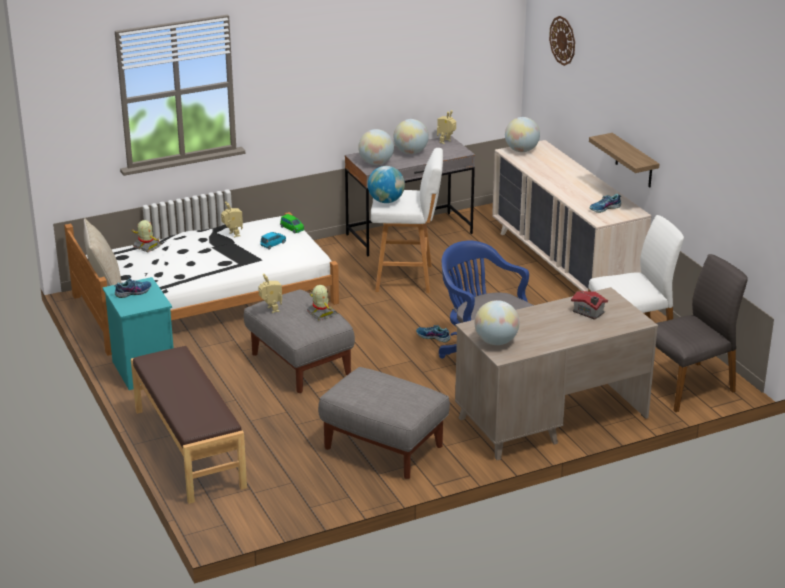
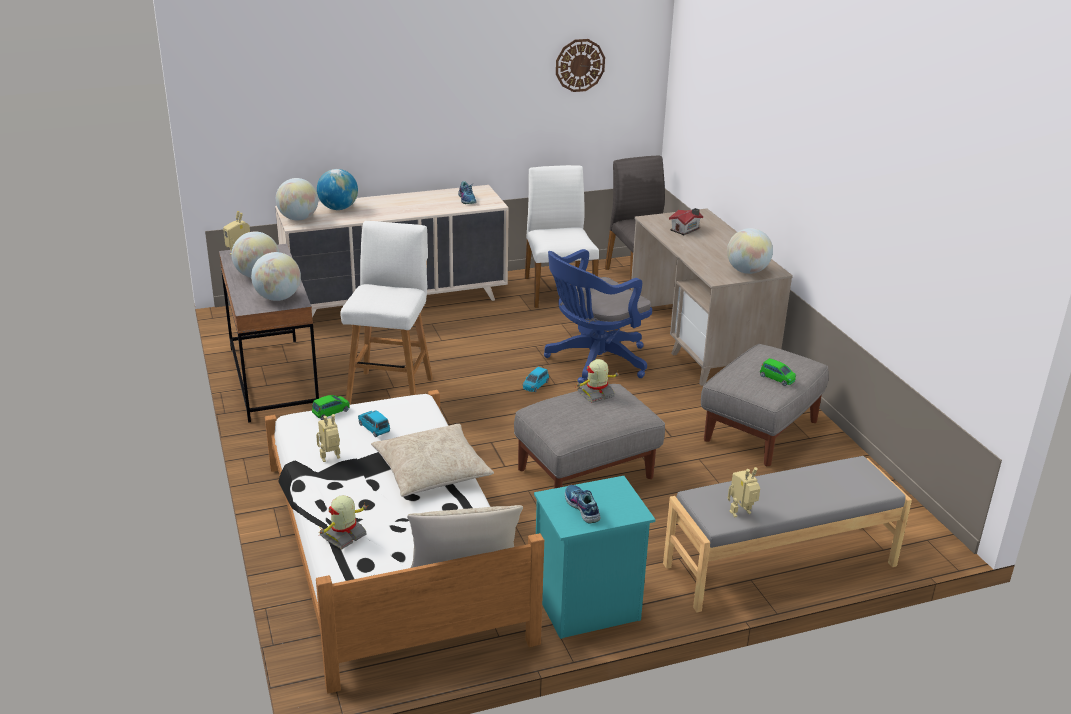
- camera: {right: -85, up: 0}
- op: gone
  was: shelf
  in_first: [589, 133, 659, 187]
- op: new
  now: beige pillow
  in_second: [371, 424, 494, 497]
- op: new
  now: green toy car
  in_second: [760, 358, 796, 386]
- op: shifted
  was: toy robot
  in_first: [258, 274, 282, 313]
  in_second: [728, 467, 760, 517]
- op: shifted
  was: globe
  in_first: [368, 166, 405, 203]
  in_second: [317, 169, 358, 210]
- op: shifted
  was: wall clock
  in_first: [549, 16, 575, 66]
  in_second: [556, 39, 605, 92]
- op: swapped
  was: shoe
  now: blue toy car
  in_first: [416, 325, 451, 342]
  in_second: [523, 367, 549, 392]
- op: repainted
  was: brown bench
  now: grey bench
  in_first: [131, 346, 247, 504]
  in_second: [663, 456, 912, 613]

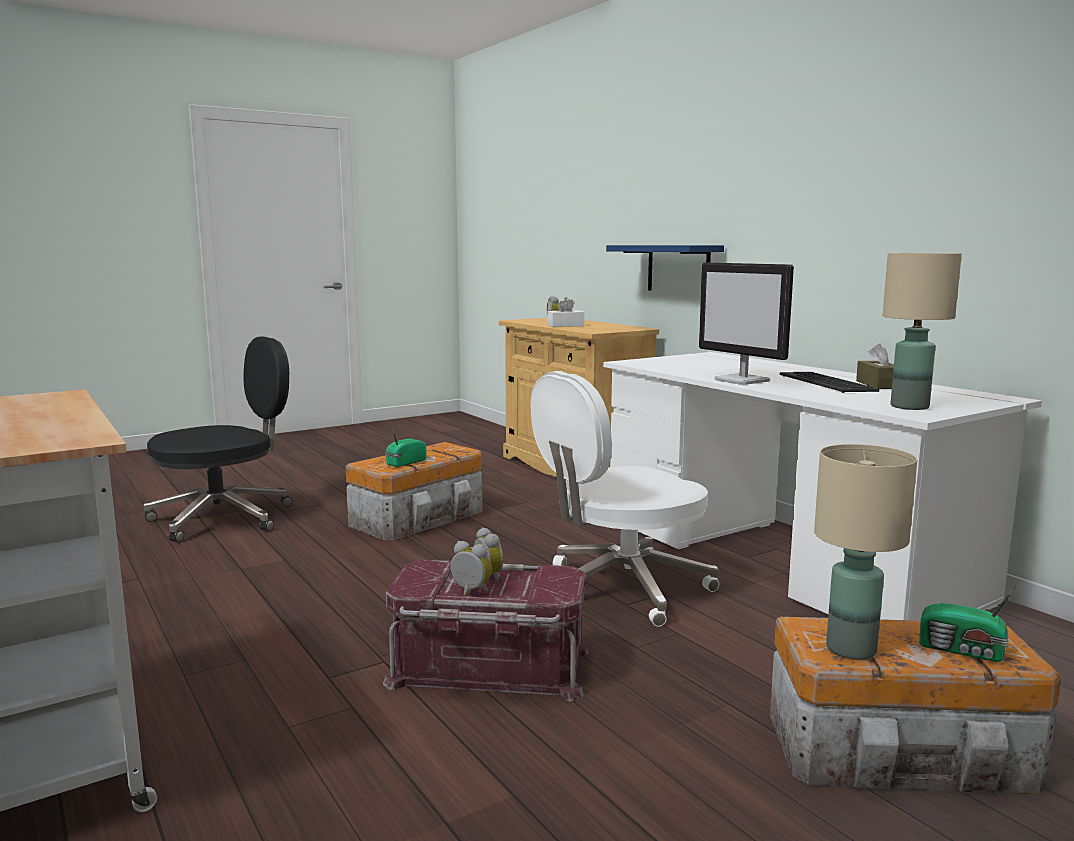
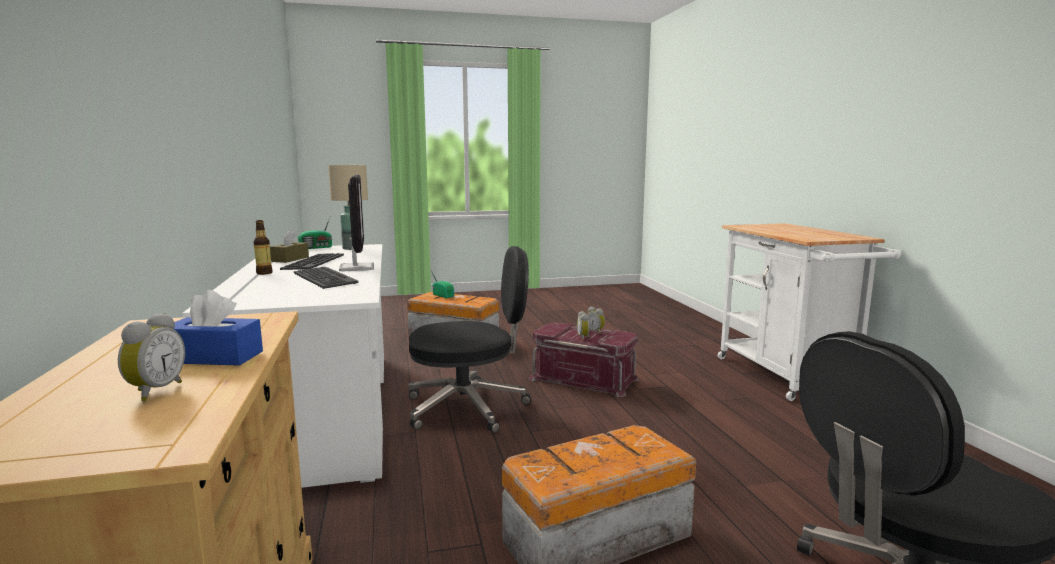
- camera: {right: -160, up: 0}
- op: gone
  was: blue shelf
  in_first: [606, 245, 724, 291]
- op: gone
  was: beige table lamp
  in_first: [814, 444, 917, 660]
- op: new
  now: bottle
  in_second: [253, 220, 272, 275]
- op: new
  now: keyboard
  in_second: [294, 267, 359, 289]
- op: shifted
  was: radio
  in_first: [385, 428, 426, 467]
  in_second: [298, 218, 332, 249]
- op: repainted
  was: white office chair
  now: black office chair
  in_first: [530, 371, 719, 627]
  in_second: [409, 246, 531, 433]
- op: repainted
  was: white tissue box
  now: blue tissue box
  in_first: [548, 297, 584, 327]
  in_second: [174, 290, 263, 366]

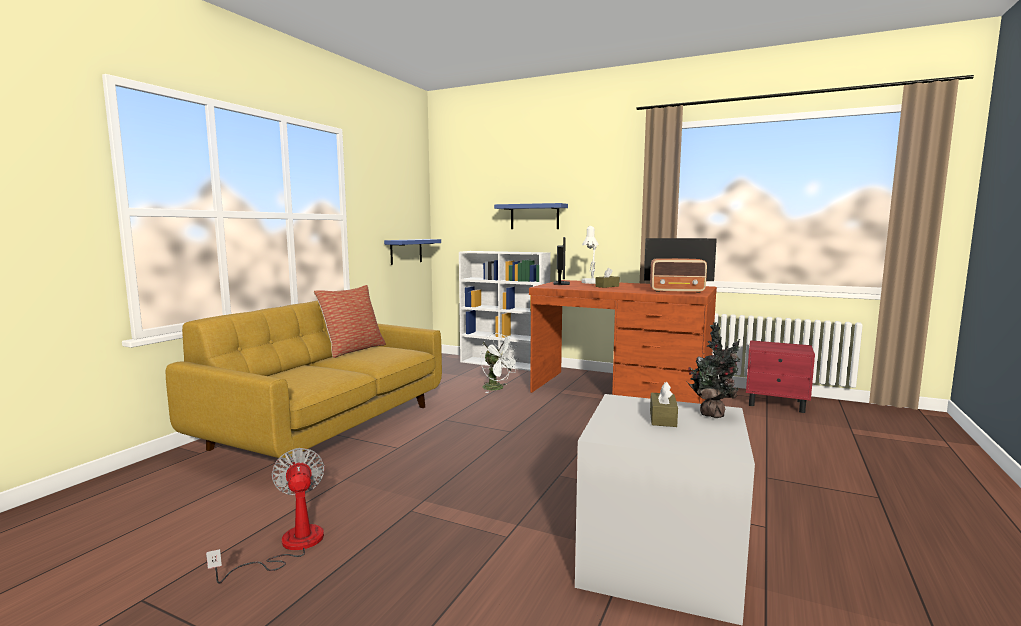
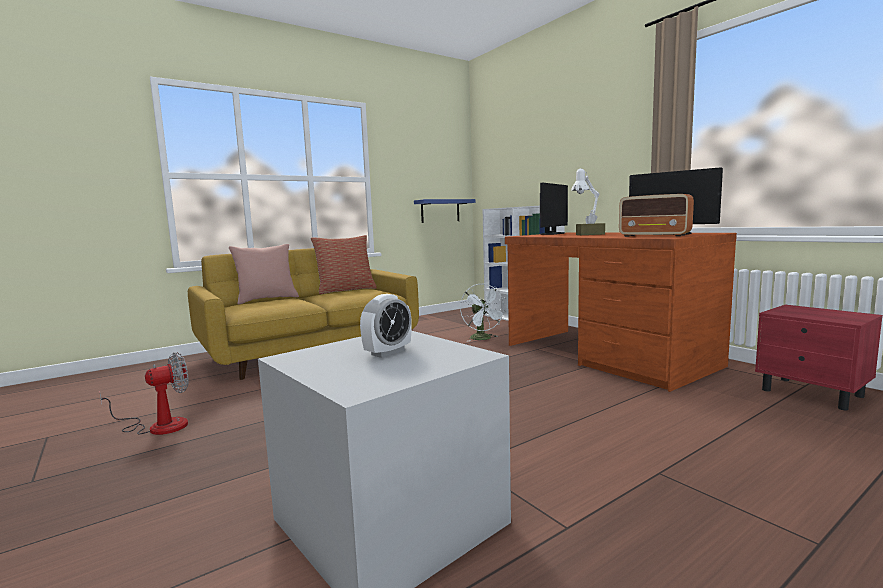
- camera: {right: 30, up: 0}
- op: gone
  was: blue shelf
  in_first: [494, 203, 568, 229]
- op: gone
  was: potted plant
  in_first: [686, 322, 740, 418]
- op: new
  now: pink pillow
  in_second: [229, 244, 299, 305]
- op: swapped
  was: brown tissue box
  now: alarm clock
  in_first: [650, 382, 678, 427]
  in_second: [360, 294, 412, 358]
- op: rotated
  was: fan
  in_first: [206, 448, 325, 584]
  in_second: [99, 352, 189, 435]
  clockwise: 45

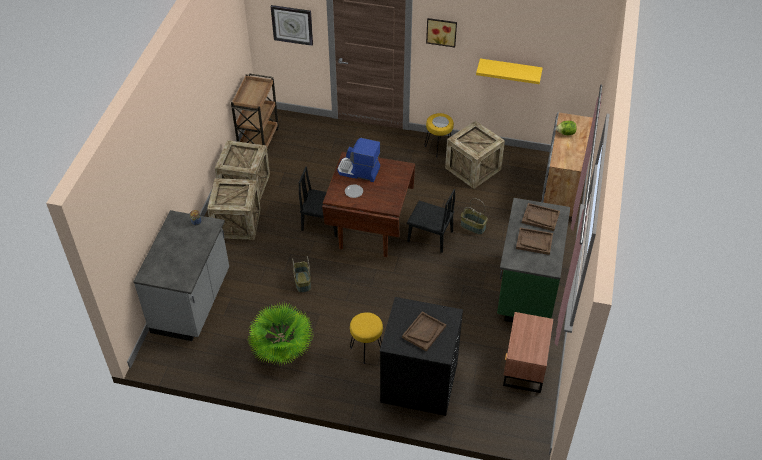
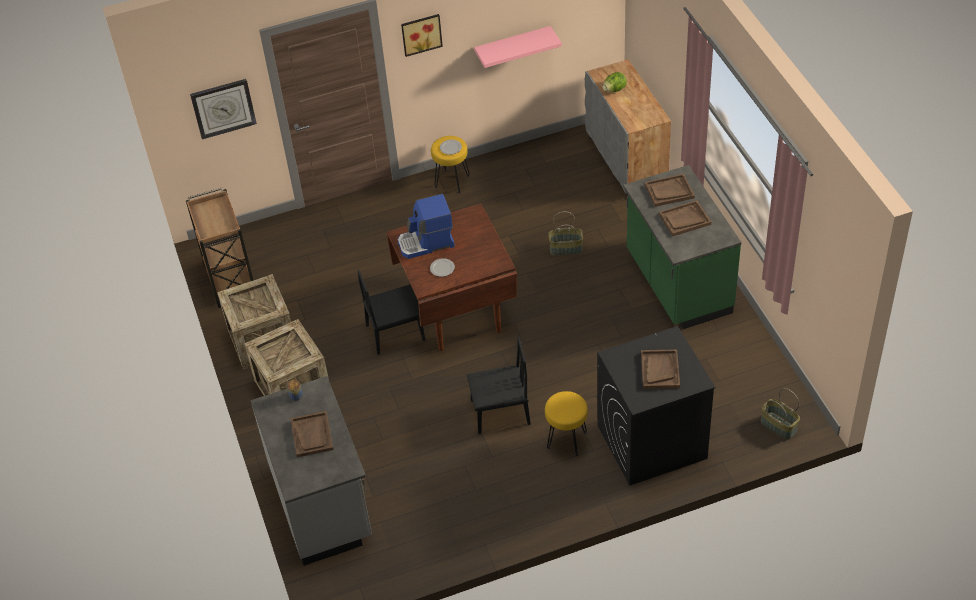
- camera: {right: -30, up: 0}
- op: gone
  was: potted plant
  in_first: [247, 302, 312, 365]
- op: gone
  was: crate
  in_first: [445, 121, 505, 189]
- op: gone
  was: brown nightstand
  in_first: [503, 312, 553, 393]
- op: new
  now: brown tray
  in_second: [290, 411, 334, 457]
- op: shifted
  was: basket
  in_first: [292, 256, 311, 293]
  in_second: [761, 388, 800, 440]
- op: shifted
  was: black chair
  in_first: [407, 189, 455, 253]
  in_second: [467, 337, 531, 434]
- op: repainted
  was: yellow shelf
  now: pink shelf
  in_first: [476, 58, 543, 84]
  in_second: [474, 26, 562, 68]

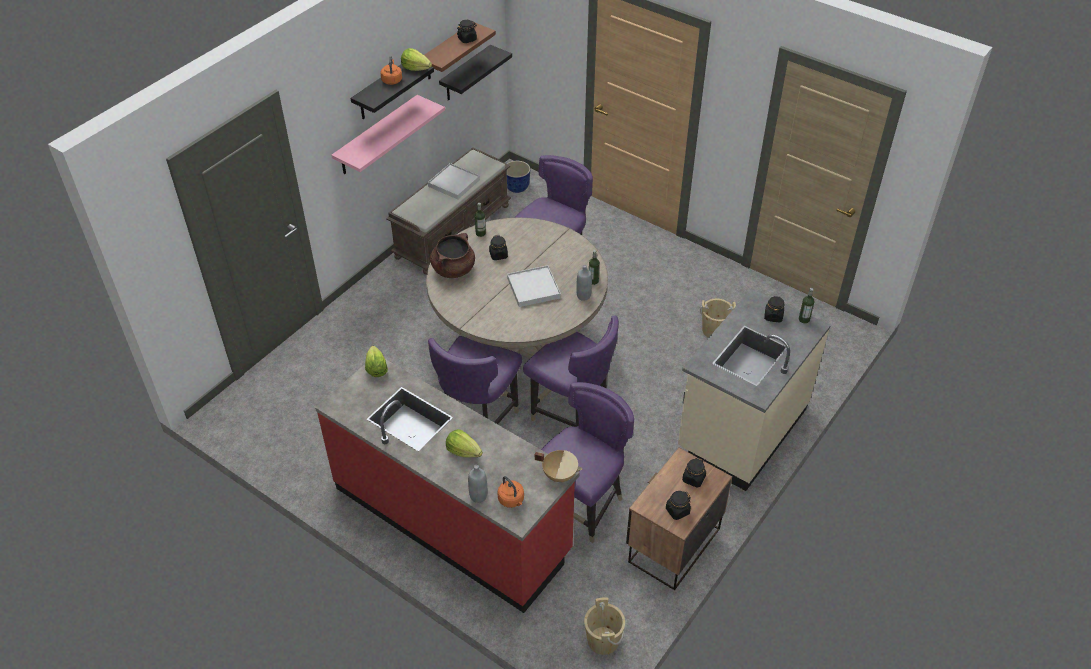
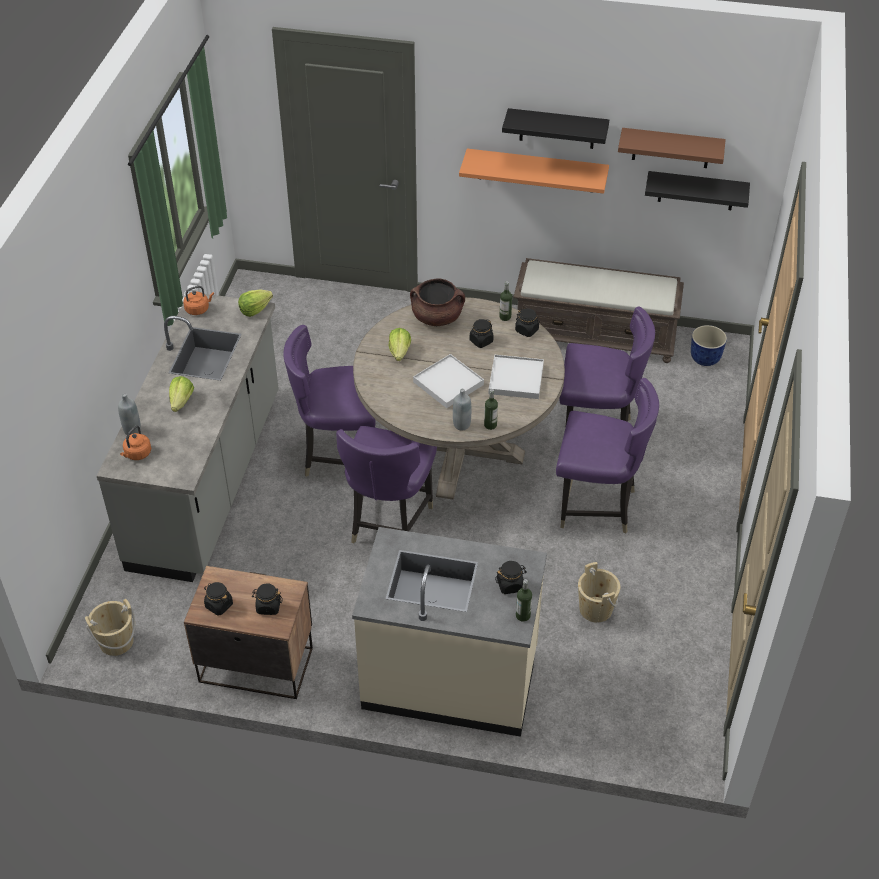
- camera: {right: 65, up: 0}
- op: gone
  was: beige cooking pot
  in_first: [535, 450, 582, 482]
- op: shifted
  was: orange kettle
  in_first: [380, 56, 402, 85]
  in_second: [183, 286, 214, 315]
- op: shifted
  was: lettuce
  in_first: [401, 48, 432, 71]
  in_second: [389, 328, 411, 361]
- op: shifted
  was: white tray
  in_first: [428, 163, 480, 199]
  in_second: [489, 355, 544, 399]
- op: shifted
  was: black jar
  in_first: [457, 20, 477, 43]
  in_second: [515, 308, 540, 337]
- op: shifted
  was: purple chair
  in_first: [541, 382, 634, 543]
  in_second: [556, 378, 659, 533]
- op: repainted
  was: red counter
  now: grey counter
  in_first: [315, 359, 580, 613]
  in_second: [97, 292, 279, 582]
- op: repainted
  was: pink shelf
  now: orange shelf
  in_first: [331, 95, 445, 174]
  in_second: [459, 149, 609, 194]

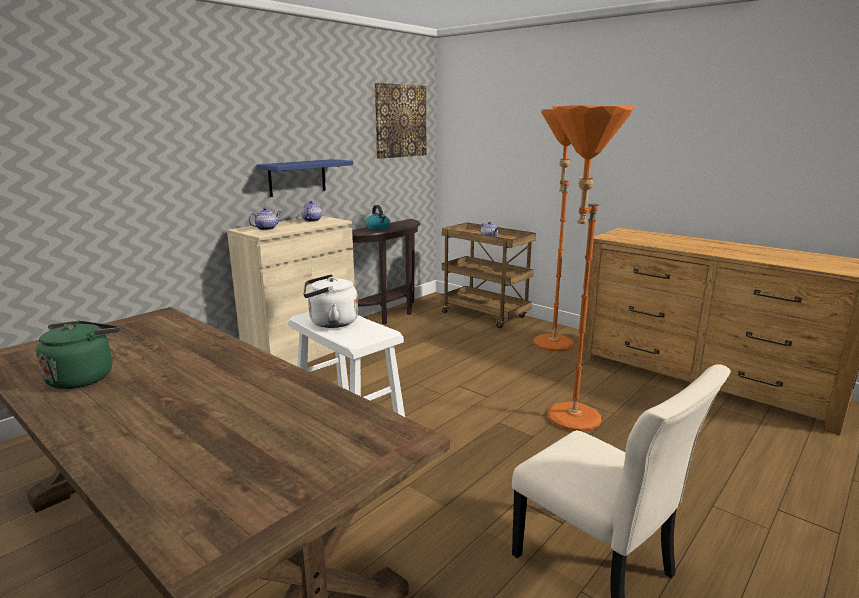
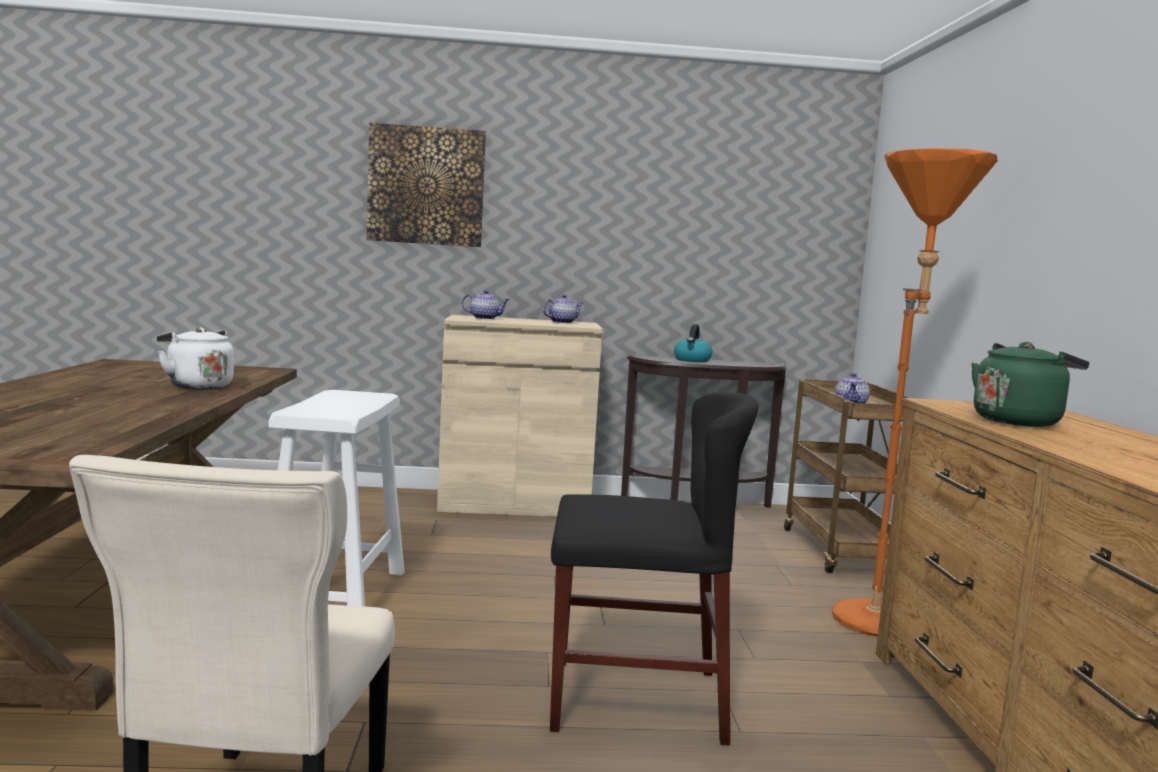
- camera: {right: 45, up: -10}
- op: gone
  was: blue shelf
  in_first: [256, 159, 353, 197]
- op: shifted
  was: green kettle
  in_first: [36, 321, 120, 389]
  in_second: [971, 342, 1089, 427]
- op: shifted
  was: white kettle
  in_first: [303, 274, 358, 328]
  in_second: [157, 327, 234, 389]
- op: shifted
  was: picture
  in_first: [374, 83, 426, 159]
  in_second: [366, 123, 486, 247]
- op: swapped
  was: orange floor lamp
  now: black chair
  in_first: [547, 105, 634, 432]
  in_second: [550, 392, 758, 746]

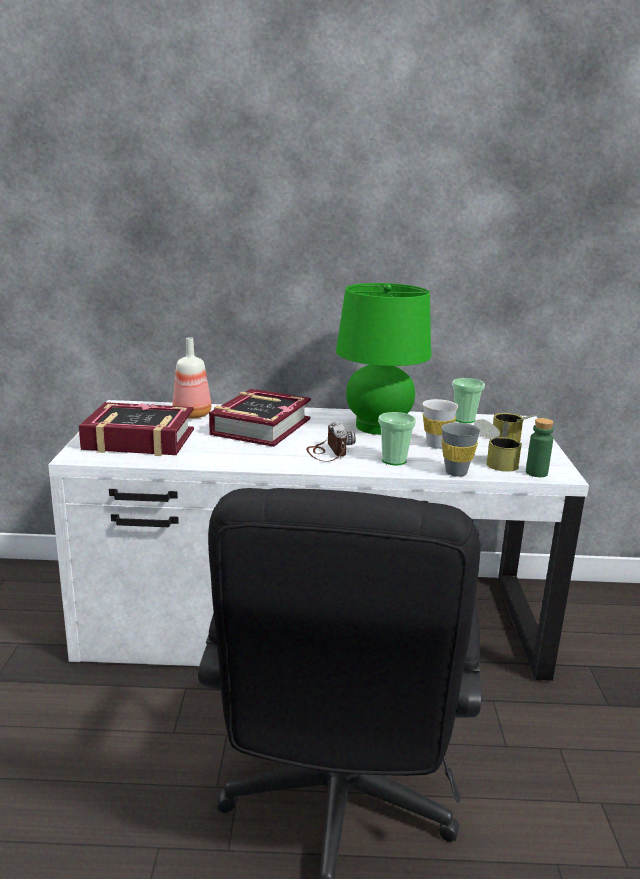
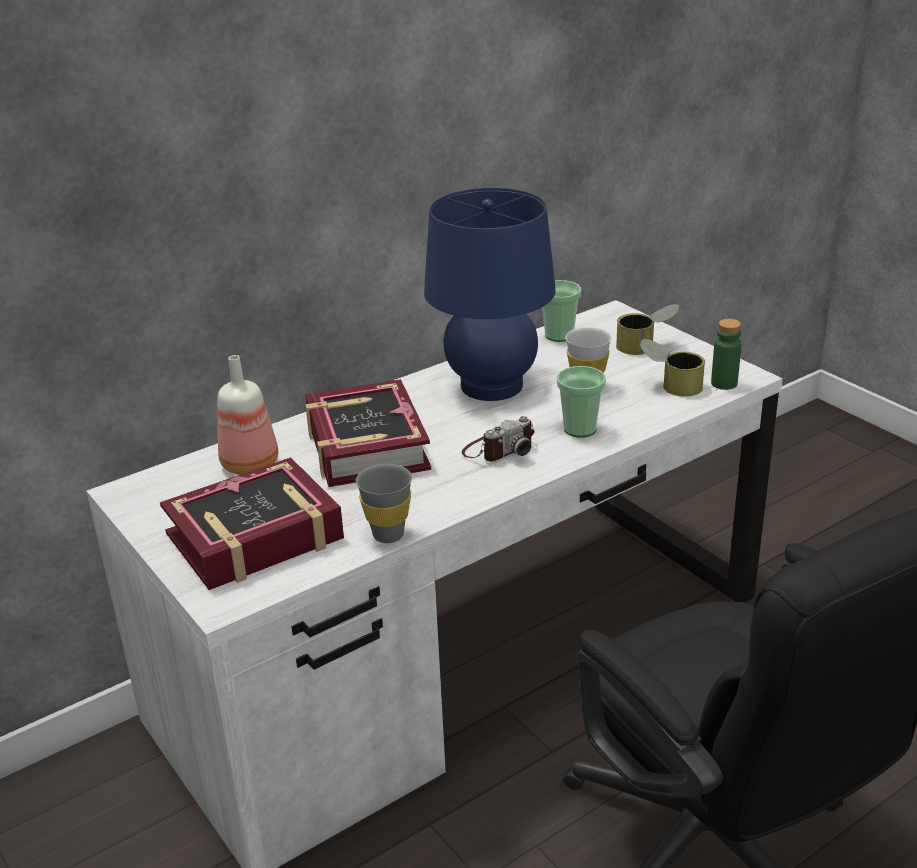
- camera: {right: -35, up: 10}
- op: shifted
  was: grey cup
  in_first: [441, 422, 481, 477]
  in_second: [356, 464, 412, 543]
- op: repainted
  was: green table lamp
  now: blue table lamp
  in_first: [336, 283, 431, 435]
  in_second: [424, 188, 556, 401]
- op: rotated
  was: photo camera
  in_first: [306, 422, 356, 462]
  in_second: [462, 416, 535, 462]
  clockwise: 105

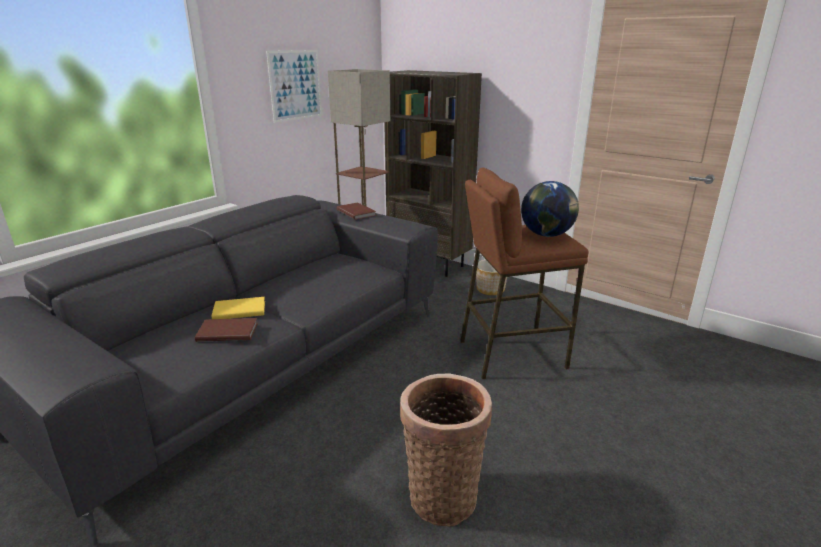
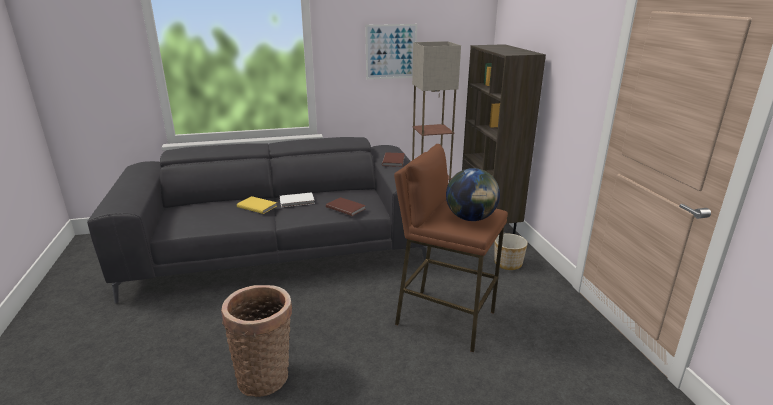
- camera: {right: 40, up: 0}
- op: new
  now: white book
  in_second: [280, 192, 315, 207]
- op: shifted
  was: brown book
  in_first: [195, 318, 258, 342]
  in_second: [326, 197, 366, 216]

